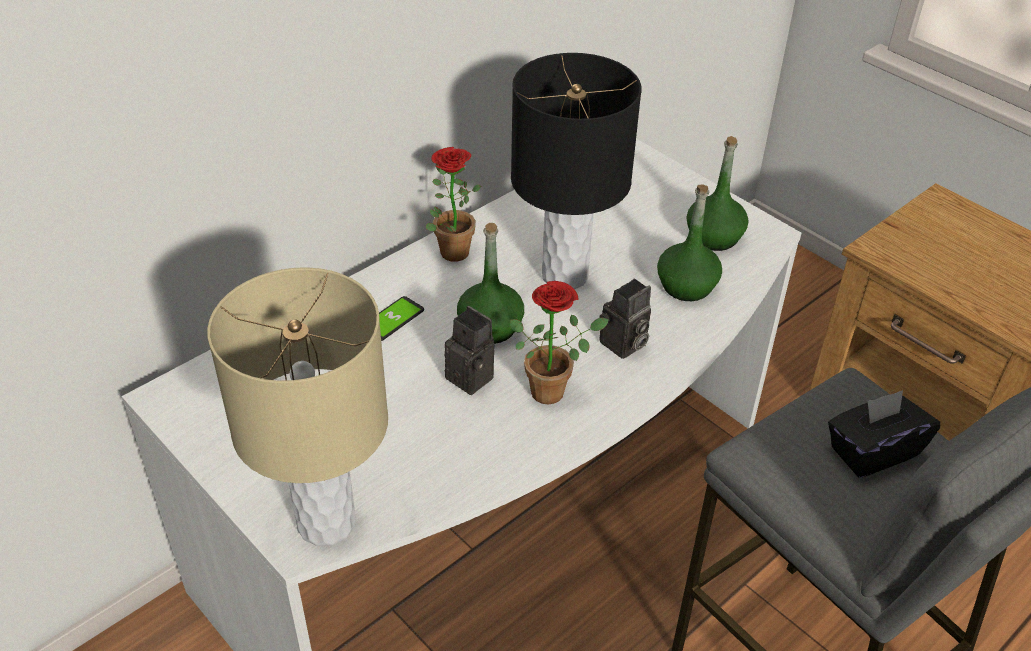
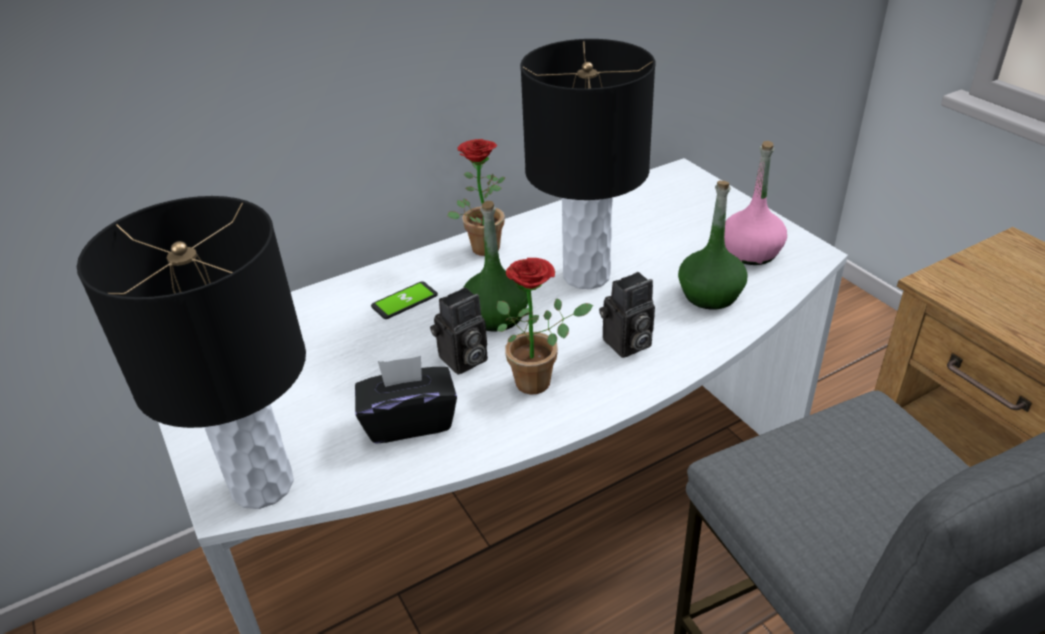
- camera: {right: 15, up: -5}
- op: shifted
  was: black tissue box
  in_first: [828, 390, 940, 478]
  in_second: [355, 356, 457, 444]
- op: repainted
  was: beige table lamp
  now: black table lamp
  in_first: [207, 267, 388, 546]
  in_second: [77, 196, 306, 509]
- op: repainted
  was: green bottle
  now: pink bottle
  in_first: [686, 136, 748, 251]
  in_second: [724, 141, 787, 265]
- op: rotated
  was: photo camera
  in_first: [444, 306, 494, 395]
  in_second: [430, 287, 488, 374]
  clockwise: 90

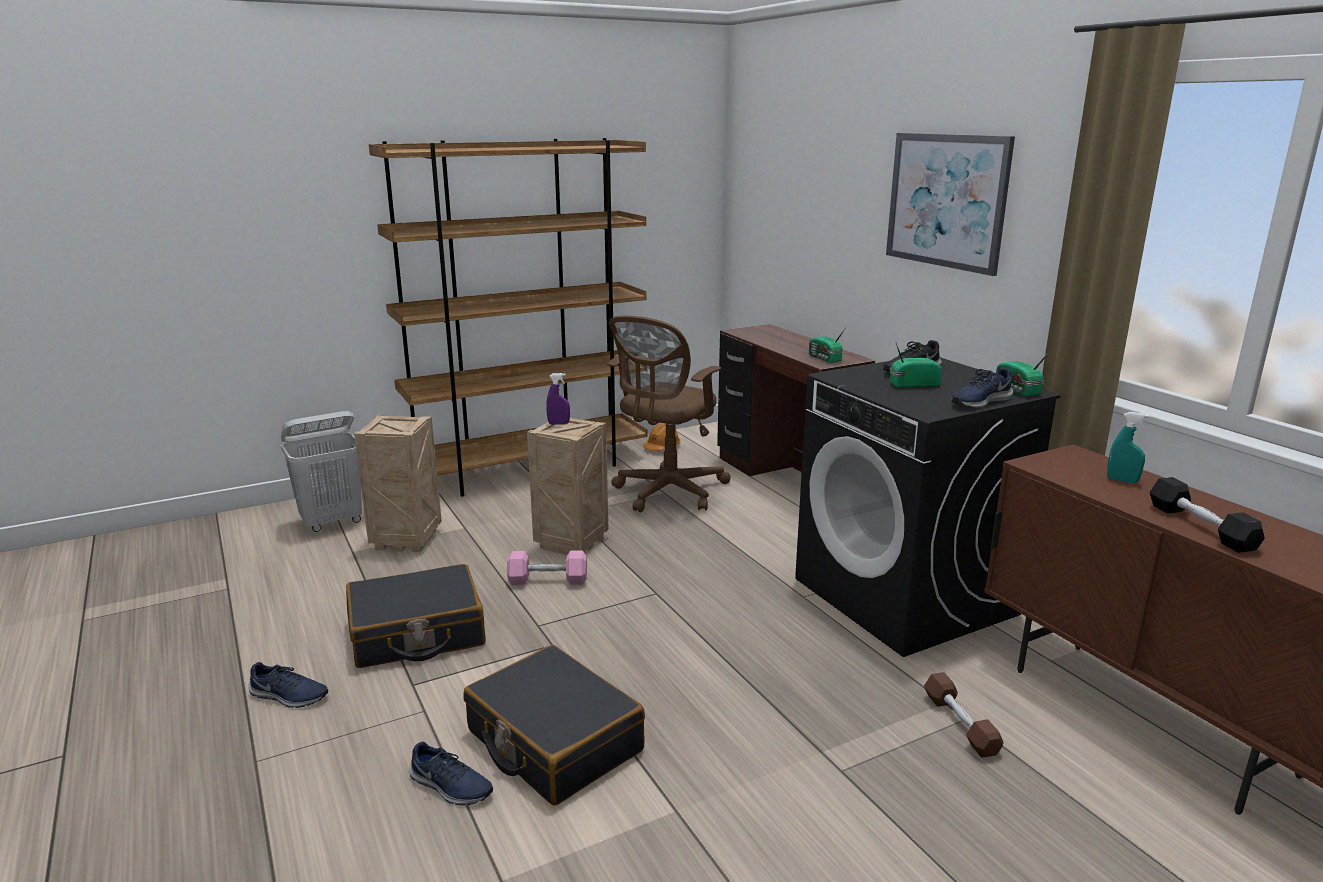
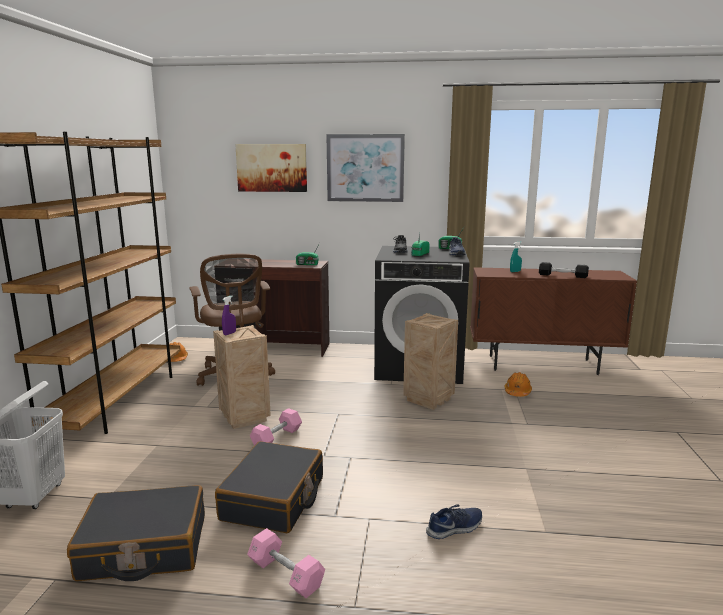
- camera: {right: -55, up: -5}
- op: new
  now: picture
  in_second: [235, 144, 307, 192]
- op: shifted
  was: crate
  in_first: [354, 415, 442, 552]
  in_second: [403, 313, 458, 410]
- op: shifted
  was: black suitcase
  in_first: [464, 645, 645, 805]
  in_second: [67, 485, 205, 581]
- op: swapped
  was: blue shoe
  now: pink dumbbell
  in_first: [248, 662, 328, 708]
  in_second: [247, 528, 325, 598]
- op: swapped
  was: brown dumbbell
  now: orange hard hat
  in_first: [924, 672, 1004, 757]
  in_second: [505, 372, 532, 397]

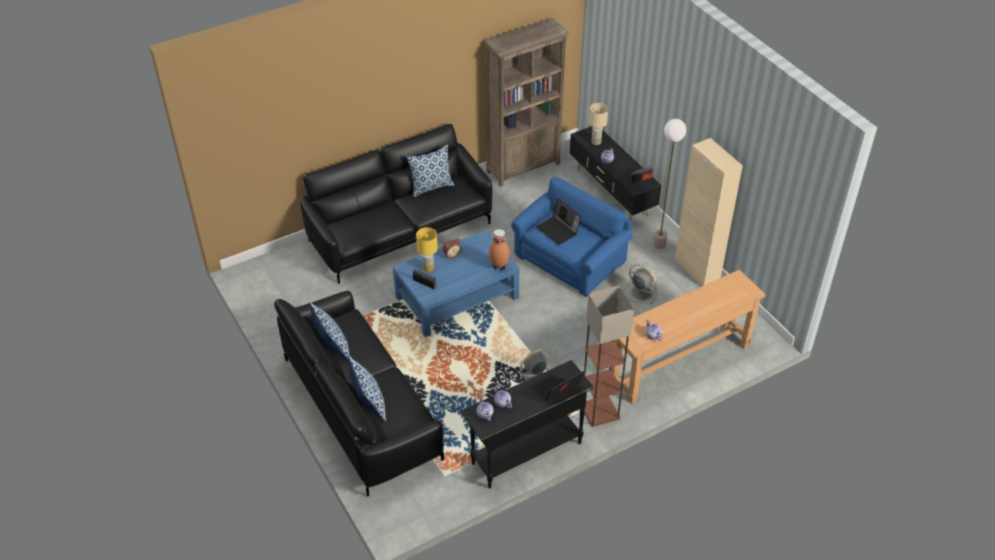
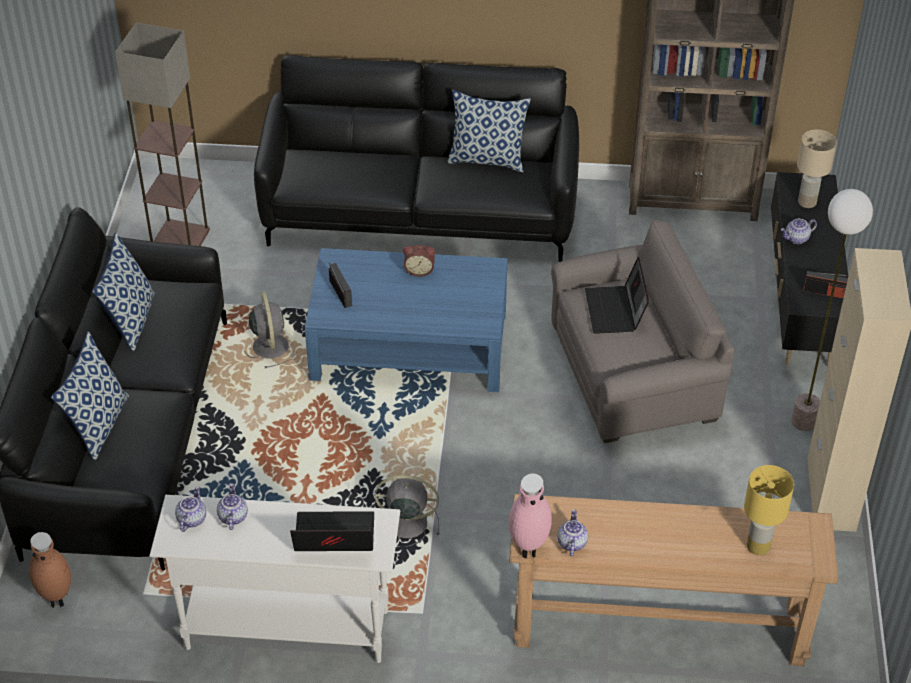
- camera: {right: 35, up: 0}
- op: new
  now: pink vase
  in_second: [509, 473, 552, 558]
- op: shifted
  was: yellow table lamp
  in_first: [416, 227, 438, 272]
  in_second: [744, 465, 794, 555]
- op: shifted
  was: brown vase
  in_first: [489, 229, 510, 271]
  in_second: [29, 532, 71, 608]
- op: shifted
  was: floor lamp
  in_first: [584, 286, 634, 427]
  in_second: [115, 23, 210, 246]
- op: shifted
  was: grey fan
  in_first: [624, 264, 657, 304]
  in_second: [244, 292, 297, 368]
- op: repainted
  was: black console table
  now: white console table
  in_first: [460, 360, 594, 488]
  in_second: [149, 495, 400, 663]
- op: repainted
  was: blue armchair
  now: grey armchair
  in_first: [511, 177, 633, 297]
  in_second: [551, 220, 735, 443]

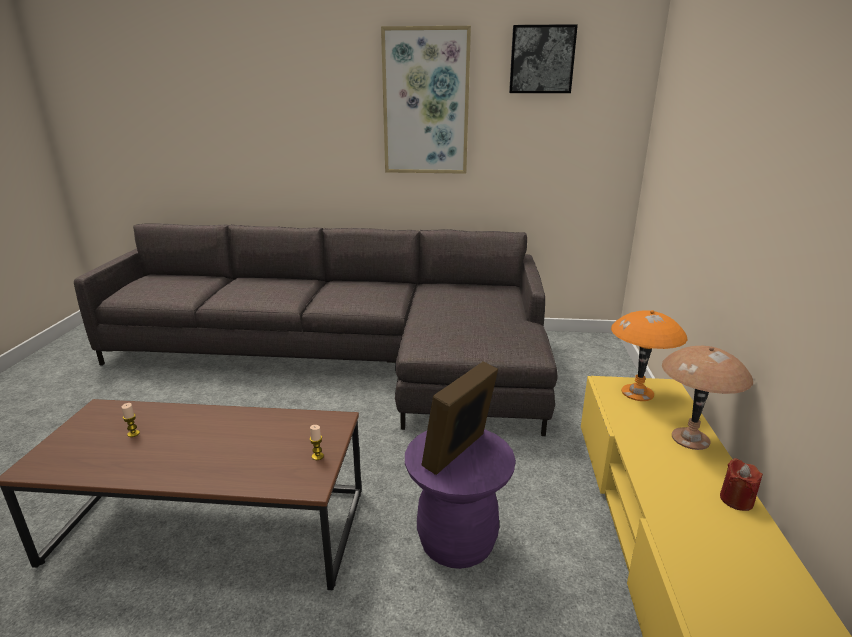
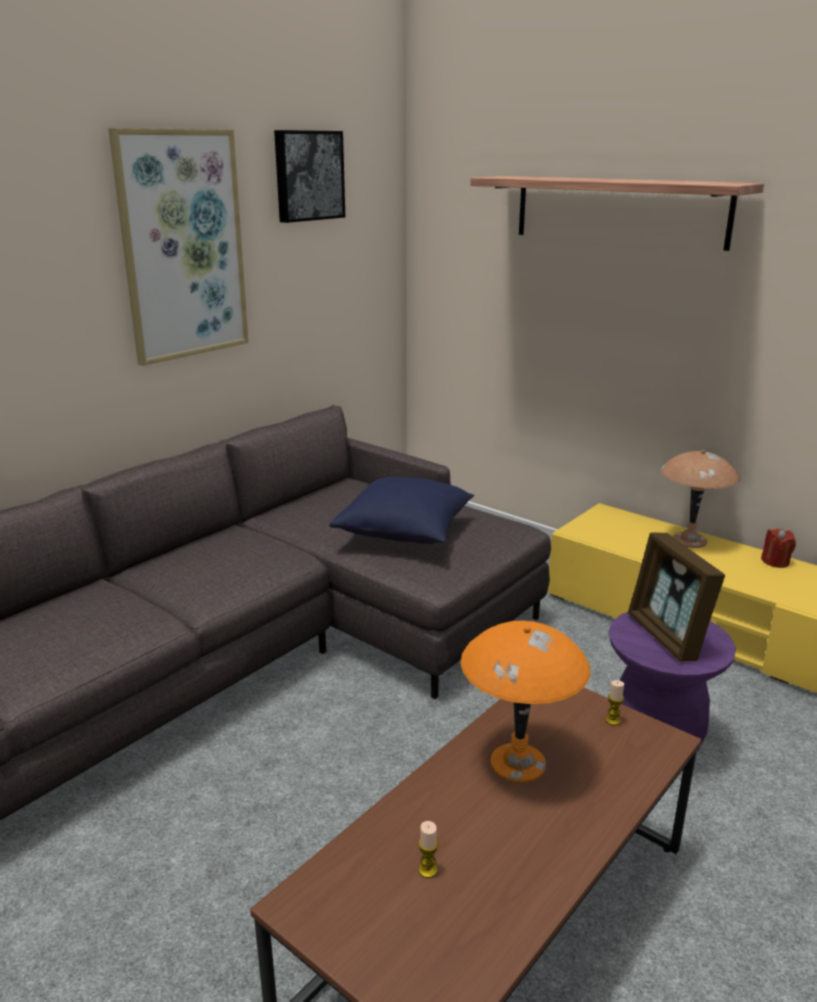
- camera: {right: -55, up: 0}
- op: new
  now: blue pillow
  in_second: [329, 477, 474, 544]
- op: new
  now: shelf
  in_second: [470, 176, 764, 251]
- op: shifted
  was: orange table lamp
  in_first: [611, 310, 688, 401]
  in_second: [460, 621, 590, 783]

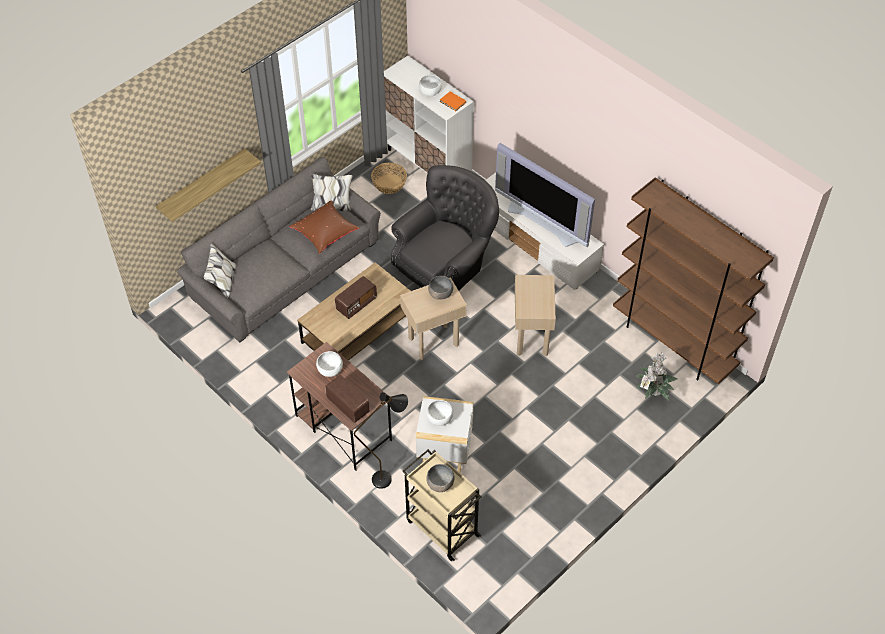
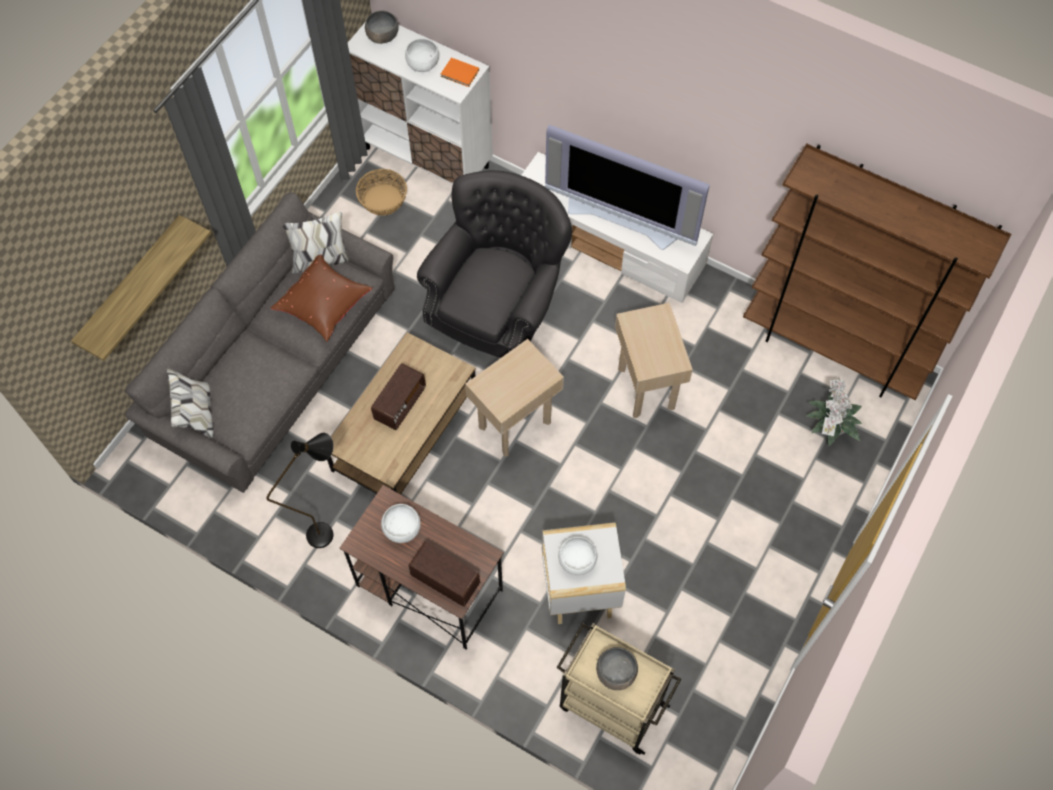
- camera: {right: -15, up: 10}
- op: shifted
  was: black floor lamp
  in_first: [354, 392, 408, 489]
  in_second: [266, 433, 334, 548]
- op: shifted
  was: grey bowl
  in_first: [428, 276, 453, 300]
  in_second: [365, 11, 399, 44]

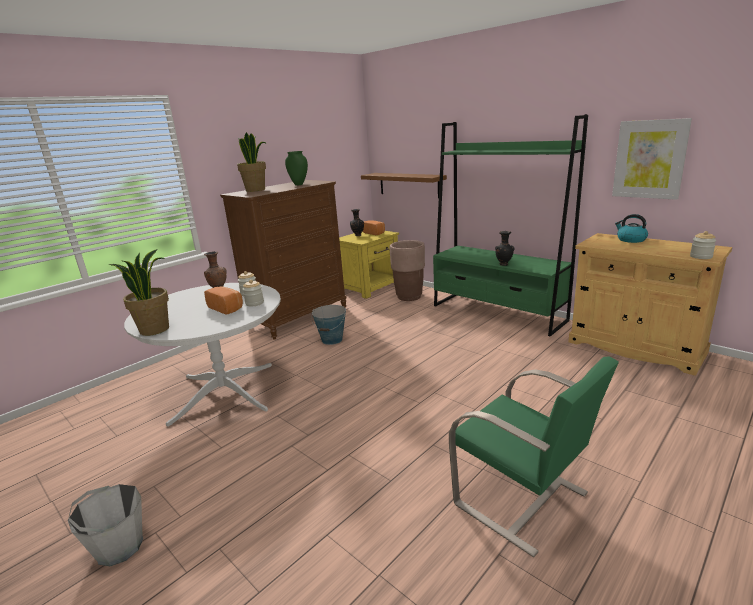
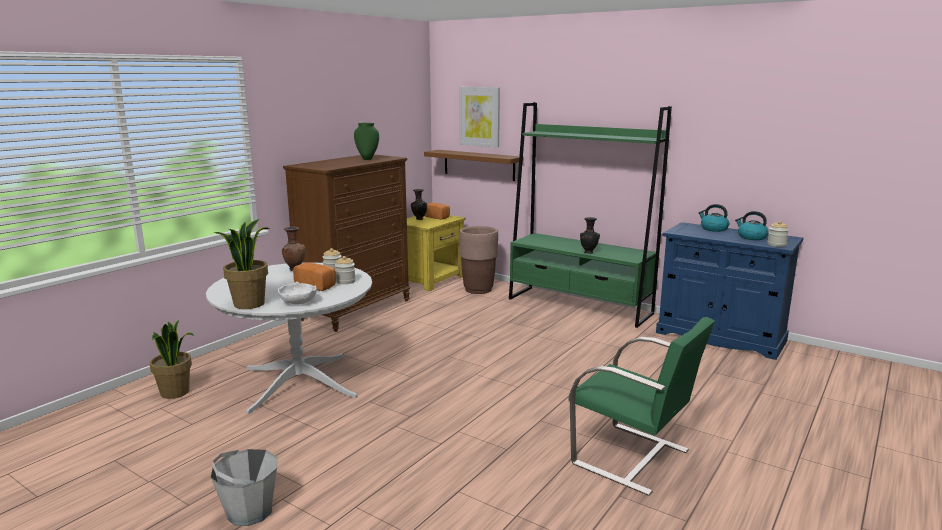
- camera: {right: -10, up: -5}
- op: gone
  was: bucket
  in_first: [311, 305, 346, 345]
- op: new
  now: white bowl
  in_second: [278, 282, 317, 304]
- op: new
  now: kettle
  in_second: [735, 211, 769, 240]
- op: shifted
  was: potted plant
  in_first: [237, 132, 267, 192]
  in_second: [150, 320, 194, 399]
- op: shifted
  was: picture
  in_first: [612, 118, 692, 200]
  in_second: [459, 87, 500, 148]
- op: repainted
  was: beige cabinet
  now: blue cabinet
  in_first: [568, 233, 732, 375]
  in_second: [656, 222, 803, 360]

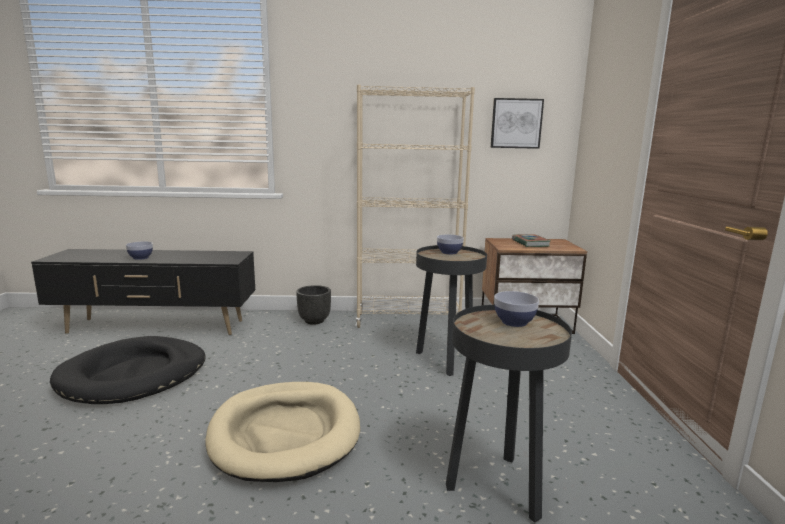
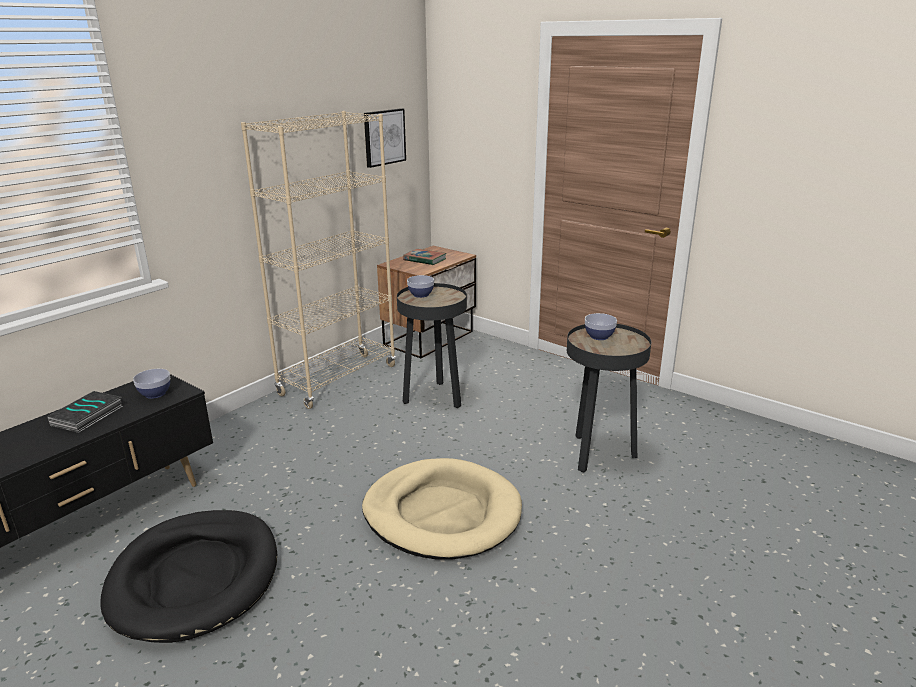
- camera: {right: -50, up: 10}
- op: gone
  was: black planter
  in_first: [296, 285, 331, 325]
- op: new
  now: book
  in_second: [47, 391, 123, 433]
- op: shifted
  was: bowl
  in_first: [126, 241, 153, 260]
  in_second: [133, 369, 170, 399]

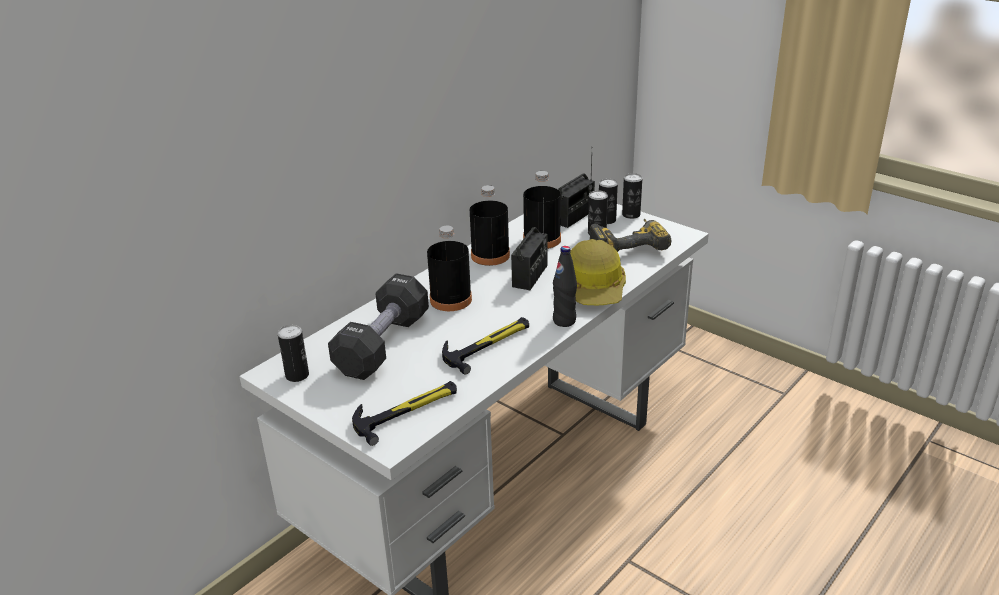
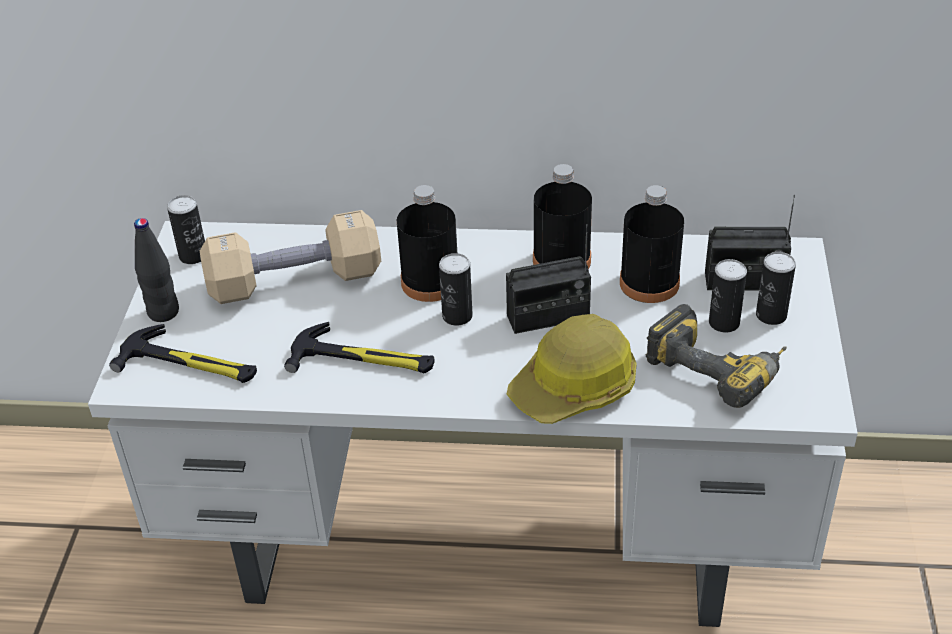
- camera: {right: 55, up: 10}
- op: shifted
  was: black bottle
  in_first: [553, 246, 577, 327]
  in_second: [134, 218, 179, 322]
- op: shifted
  was: can
  in_first: [622, 173, 642, 219]
  in_second: [439, 253, 473, 326]
- op: repainted
  was: black dumbbell
  now: beige dumbbell
  in_first: [328, 273, 429, 380]
  in_second: [200, 210, 381, 304]

